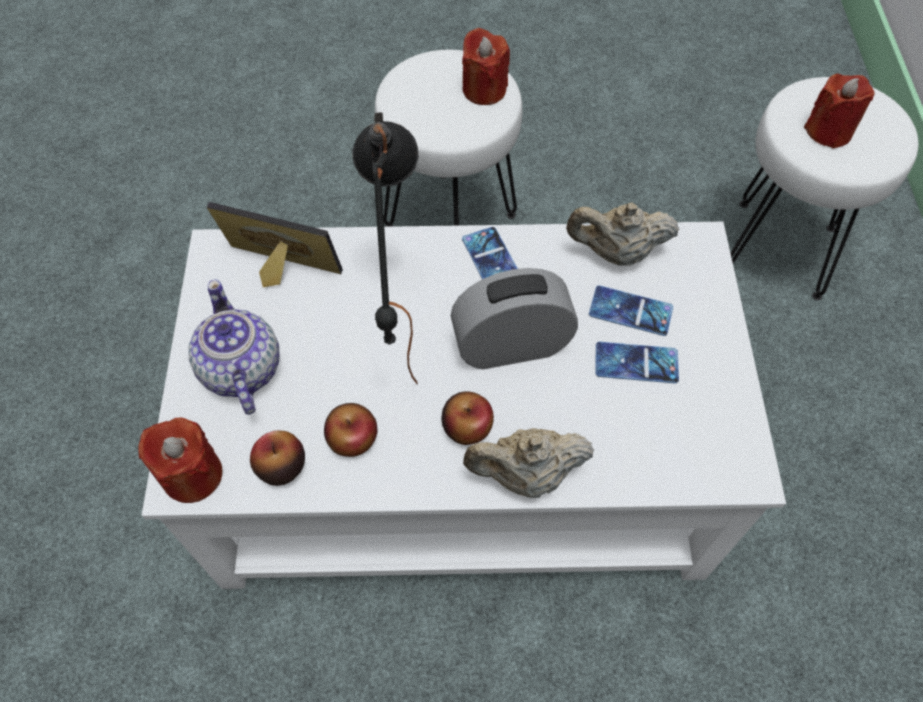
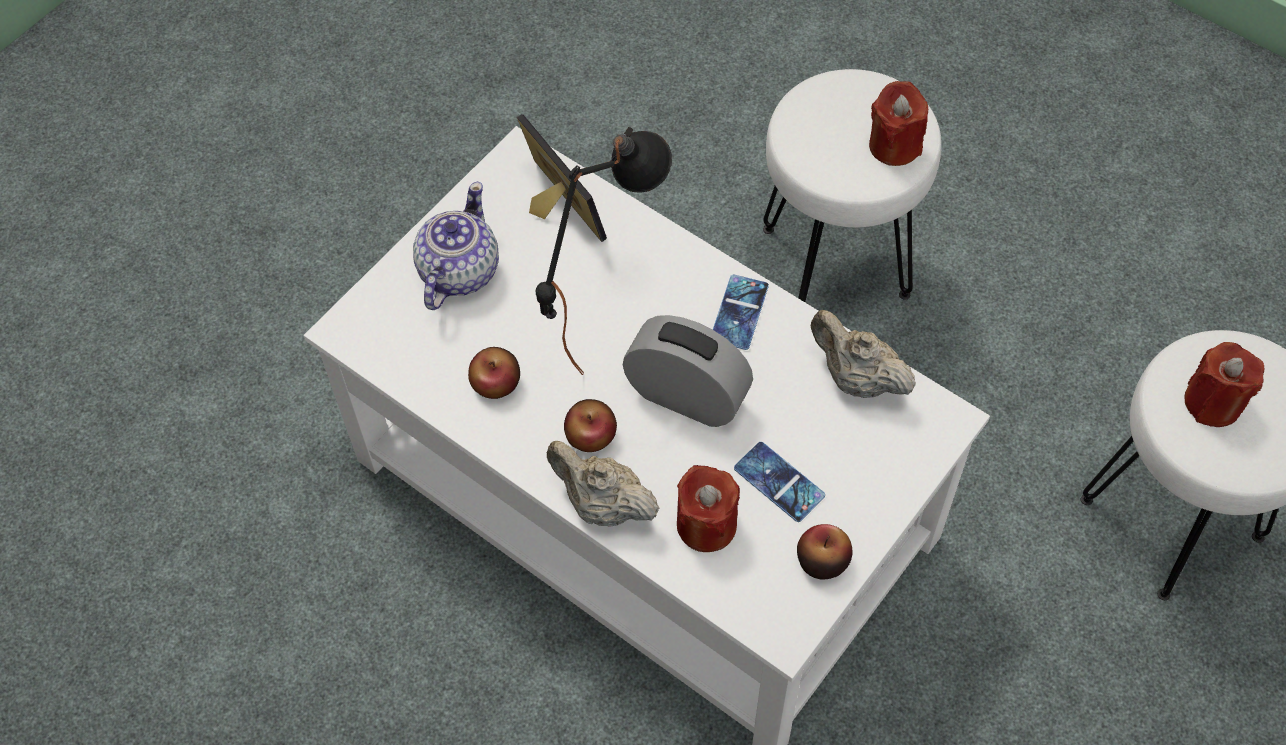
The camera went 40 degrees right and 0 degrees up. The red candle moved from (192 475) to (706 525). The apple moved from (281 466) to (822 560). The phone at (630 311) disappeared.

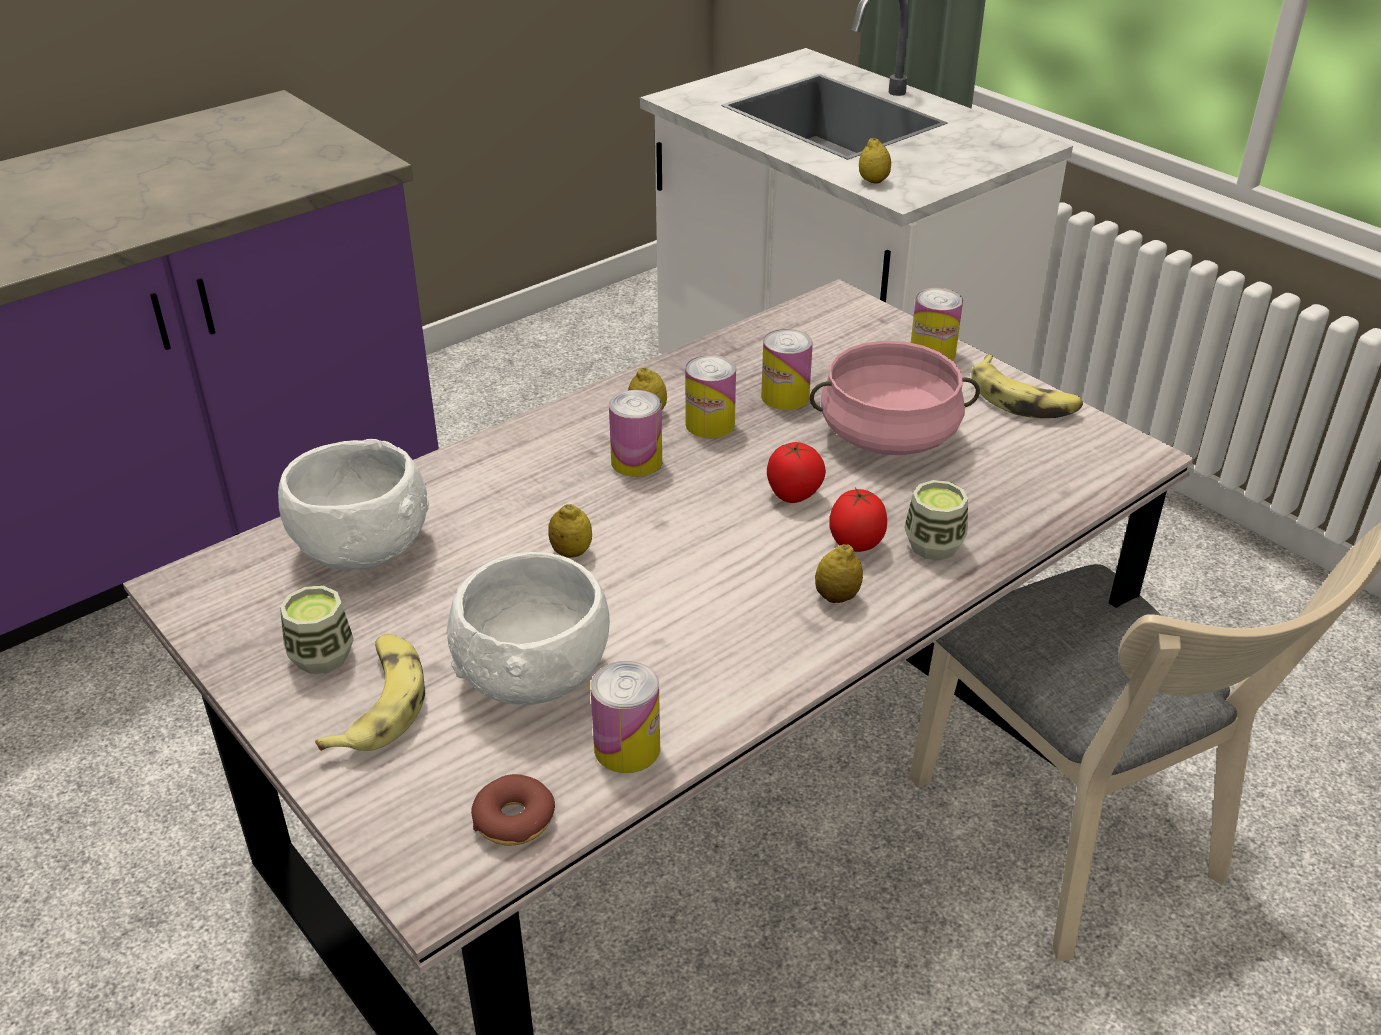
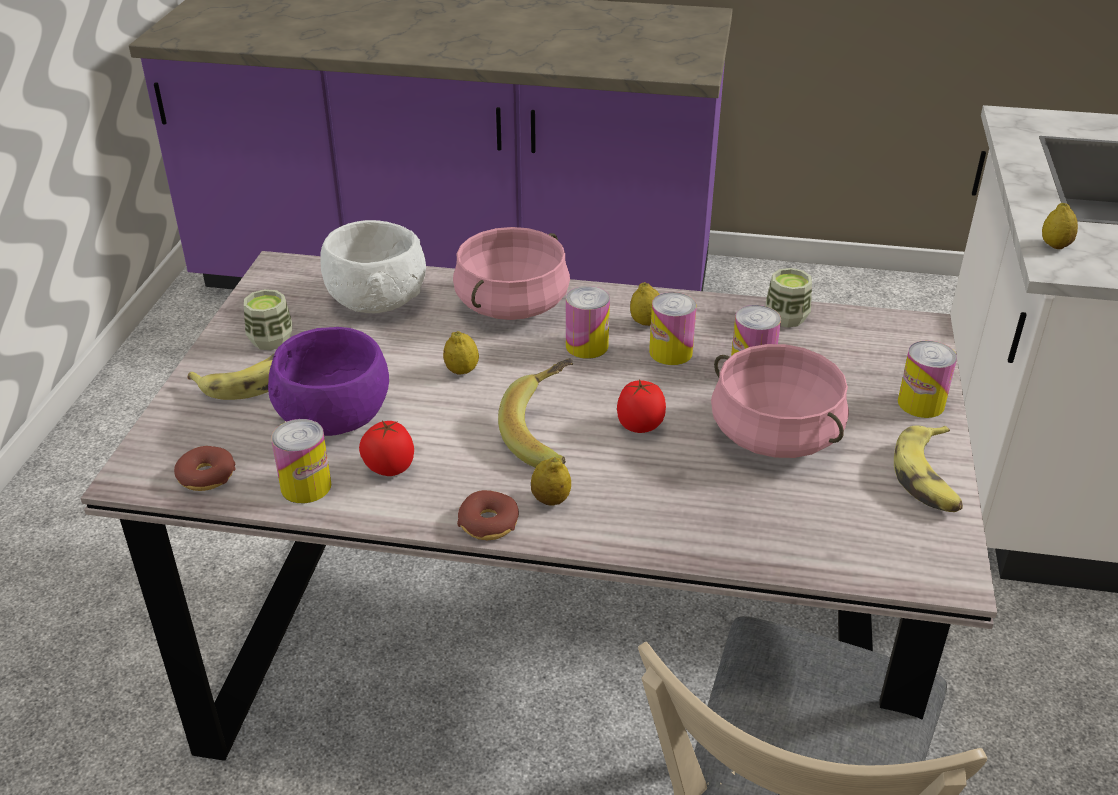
The camera went 50 degrees right and 0 degrees up. The white bowl at (535 674) became the purple bowl at (334 418). The tomato moved from (855 545) to (389 469). The pink cooking pot at (512 305) appeared. The donut at (489 523) appeared. The banana at (549 434) appeared. The cup moved from (933 545) to (786 317).

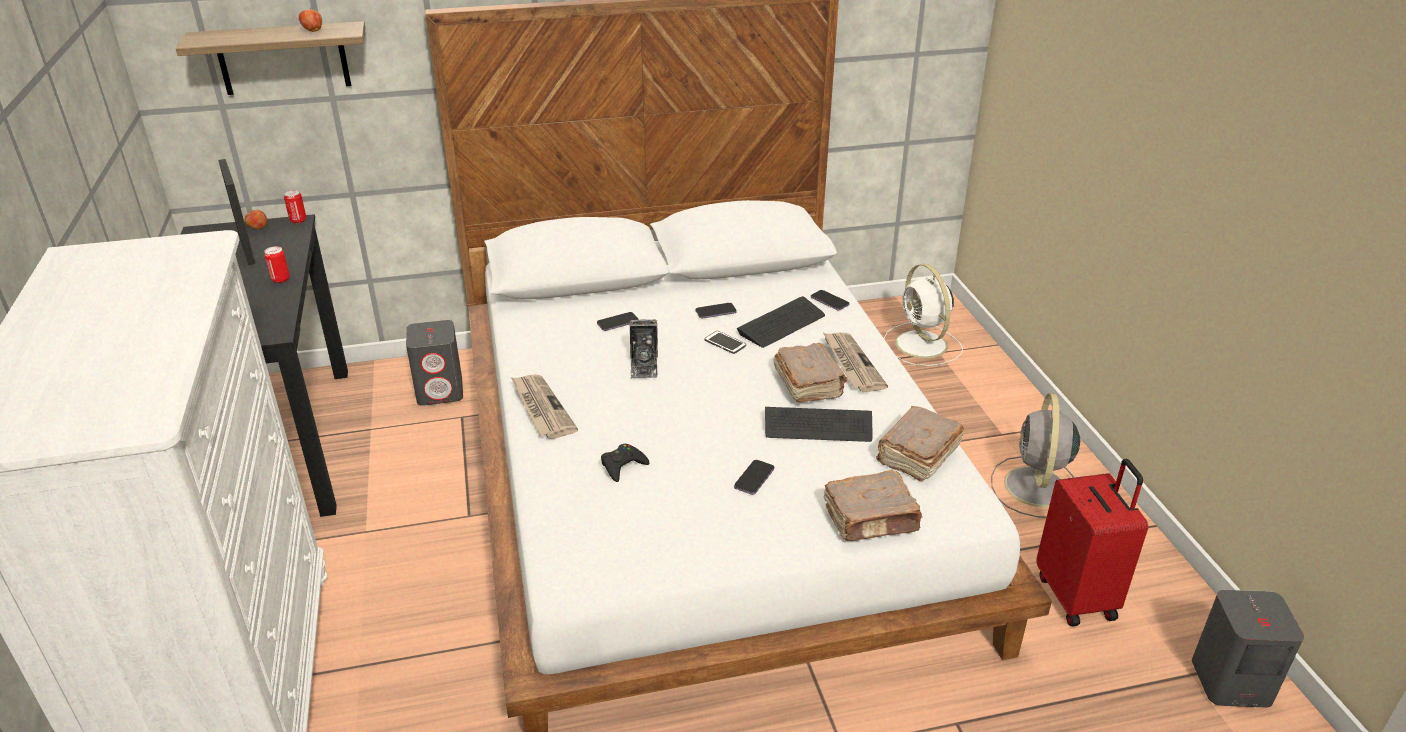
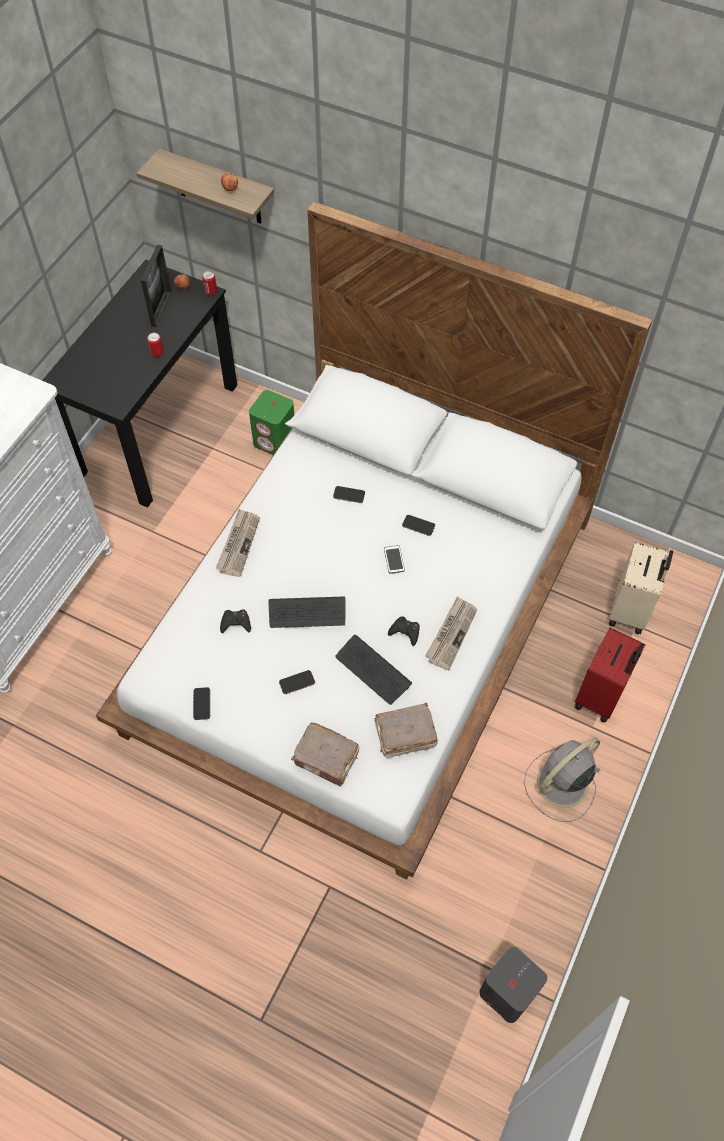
The camera went 40 degrees right and 25 degrees up. The phone moved from (829 301) to (202 704). The grey speaker at (440 391) became the green speaker at (275 440). The keyboard moved from (781 324) to (307 613). The brown book at (808 384) was replaced by the black game controller at (405 632). The red suitcase moved from (1077 596) to (601 696). The white fan at (922 346) was replaced by the beige suitcase at (631 610). The photo camera at (644 365) disappeared.

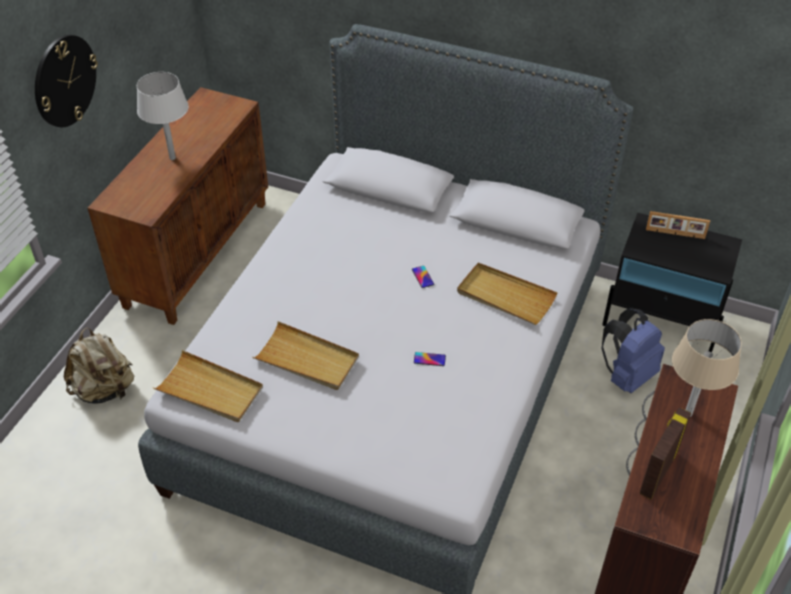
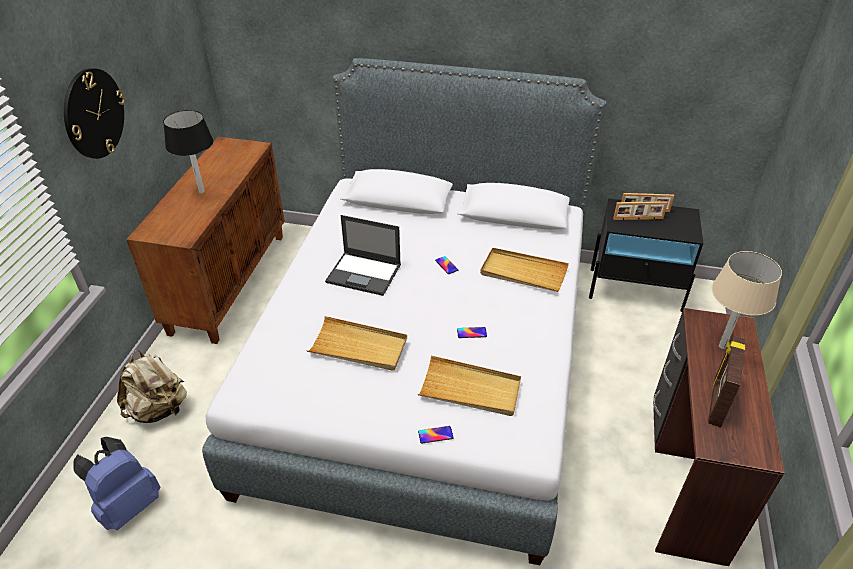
The camera went 10 degrees left and 5 degrees down. The blue backpack moved from (627 375) to (128 505). The white table lamp at (172 158) became the black table lamp at (202 192). The laptop at (364 274) appeared. The beige tray moved from (210 390) to (470 389). The phone at (435 435) appeared. The picture frame at (638 219) appeared.

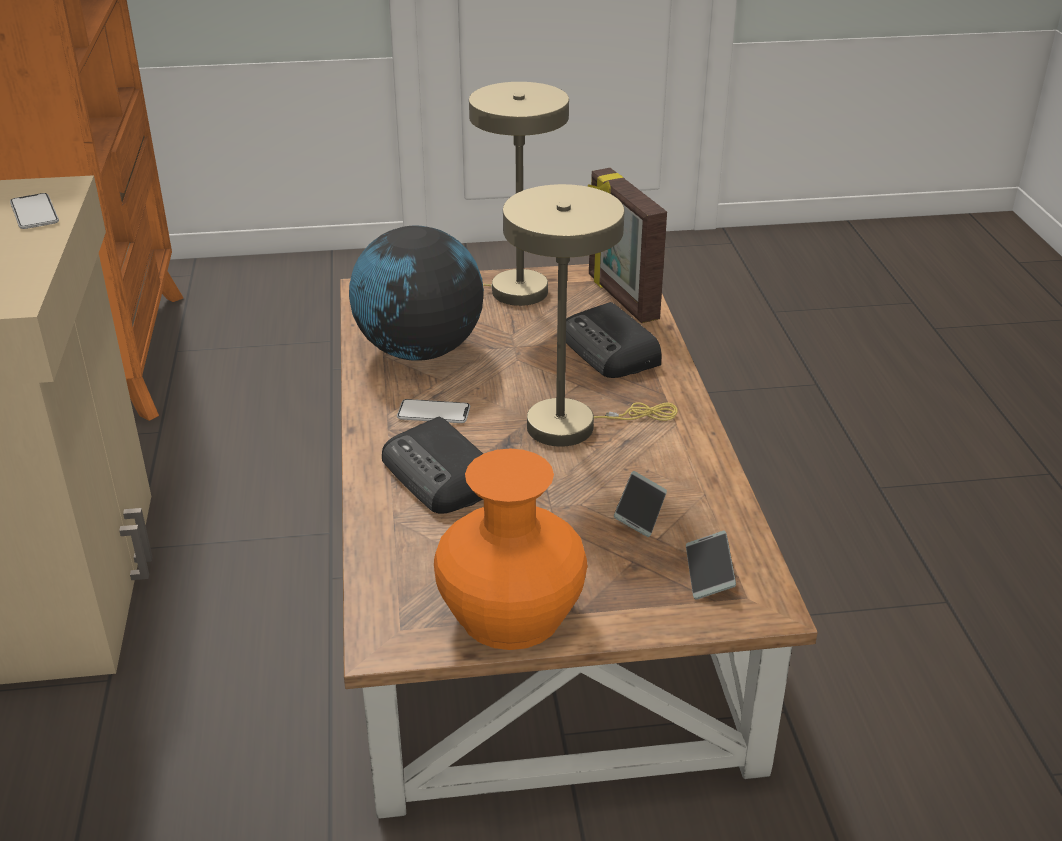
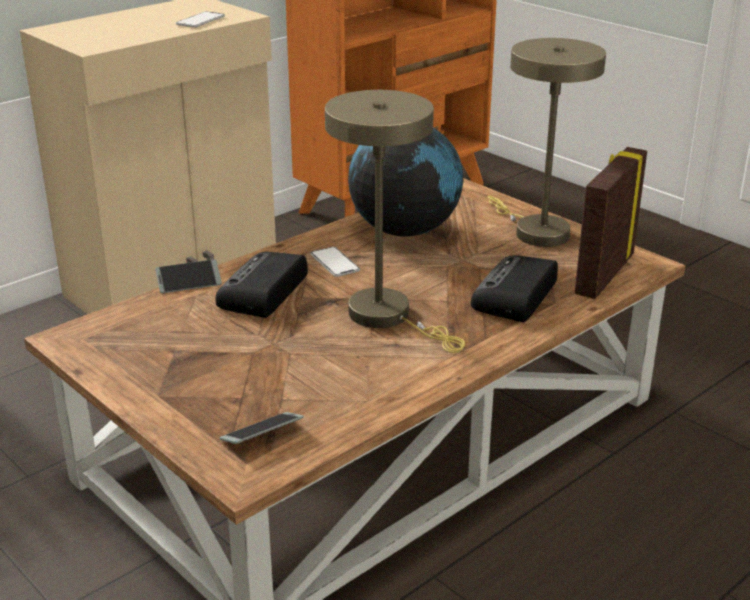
The camera went 55 degrees right and 5 degrees down. The phone moved from (640 510) to (189 282). The orange vase at (511 613) disappeared.

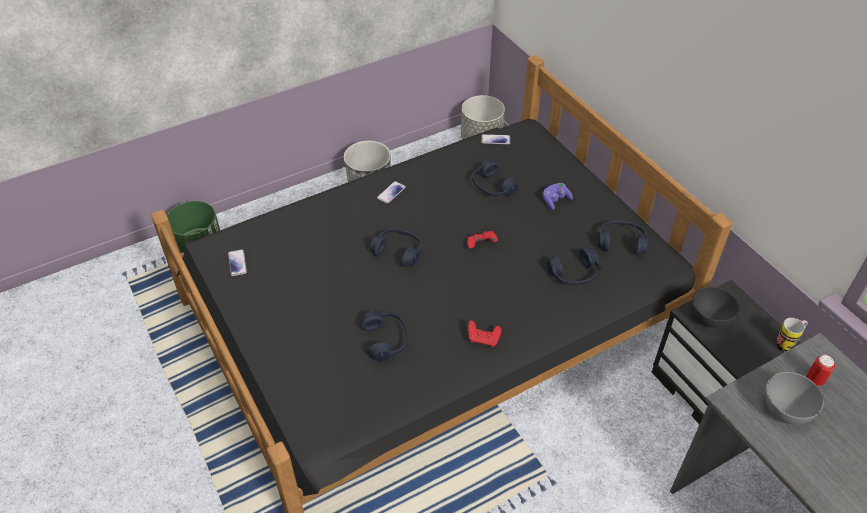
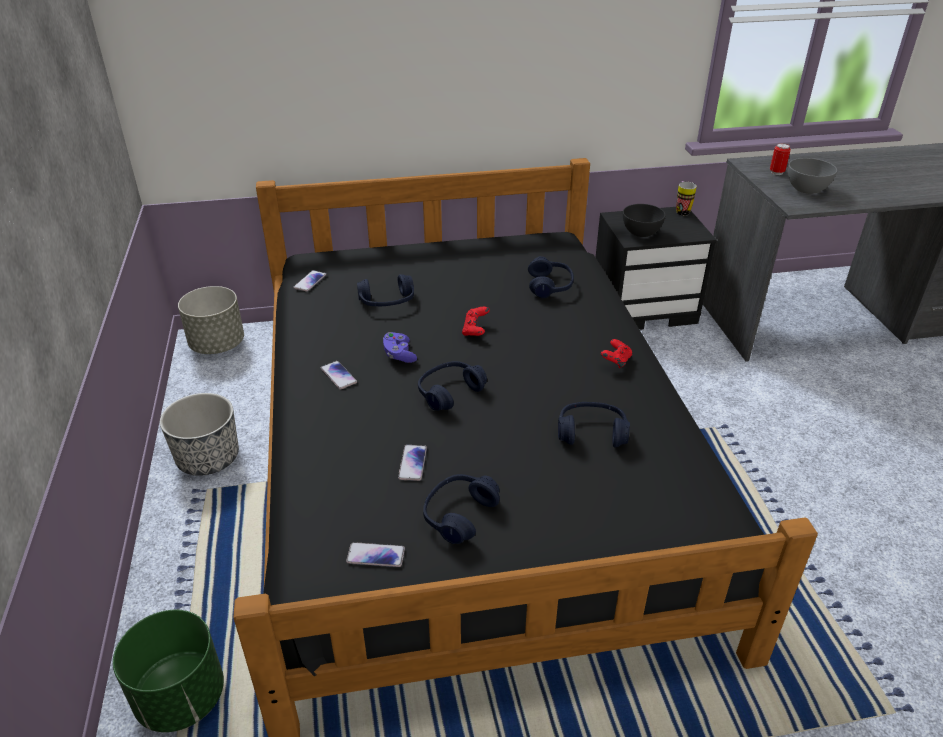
The camera went 70 degrees left and 10 degrees down. The purple game controller moved from (555 200) to (399 355). The phone at (412 463) appeared. The blue headphones moved from (621 243) to (459 514).

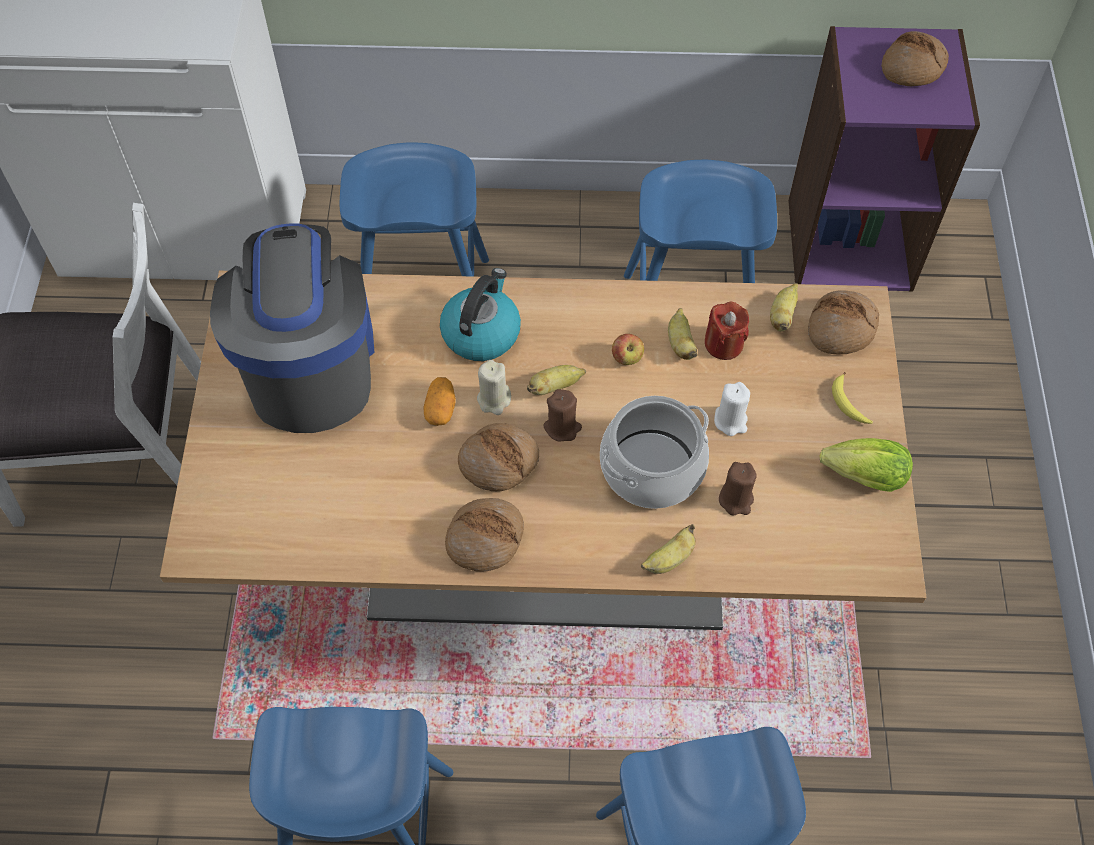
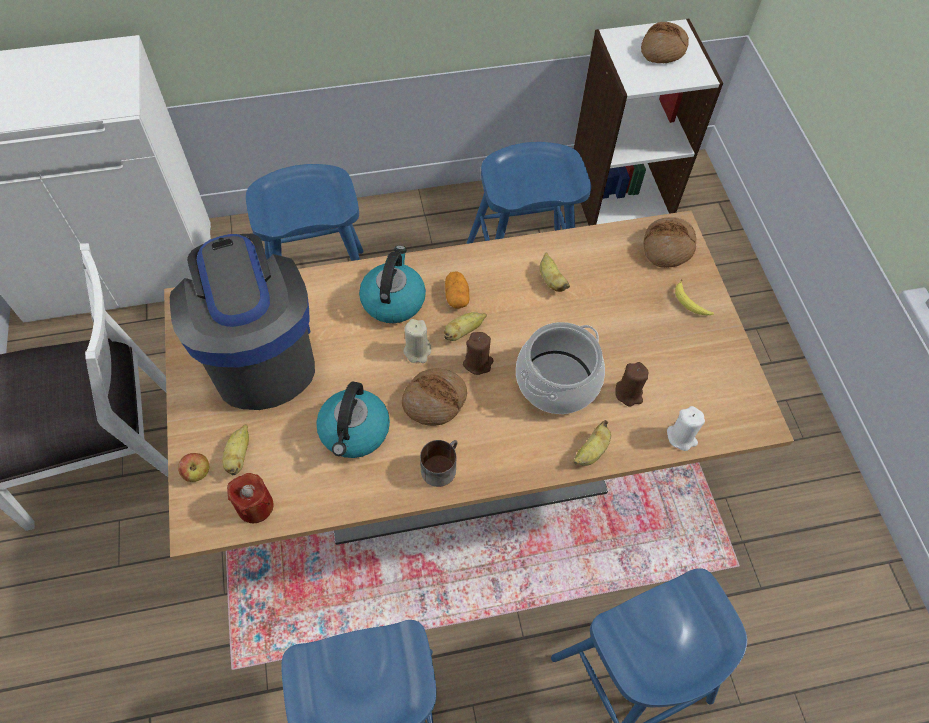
The camera went 15 degrees left and 0 degrees up. The apple moved from (627 358) to (197 472). The banana moved from (782 315) to (239 455). The red candle moved from (724 344) to (255 506). The kettle at (354 432) appeared. The bread at (485 538) was replaced by the mug at (440 465). The potato moved from (440 409) to (456 296). The purple bookcase at (849 243) became the white bookcase at (620 194). The white candle moved from (731 421) to (681 437). The lettuce at (859 476) disappeared.

